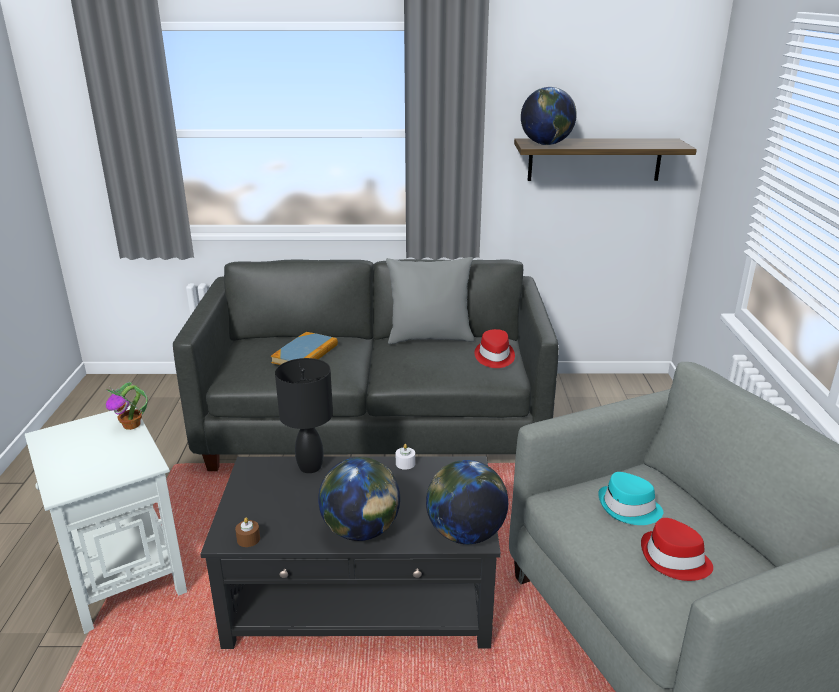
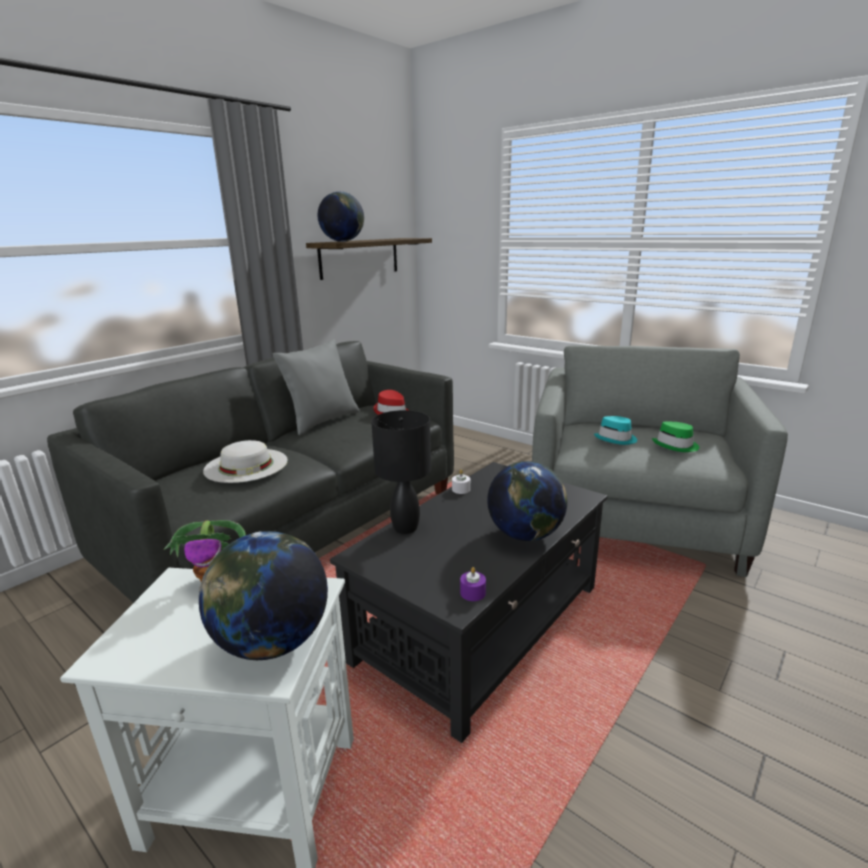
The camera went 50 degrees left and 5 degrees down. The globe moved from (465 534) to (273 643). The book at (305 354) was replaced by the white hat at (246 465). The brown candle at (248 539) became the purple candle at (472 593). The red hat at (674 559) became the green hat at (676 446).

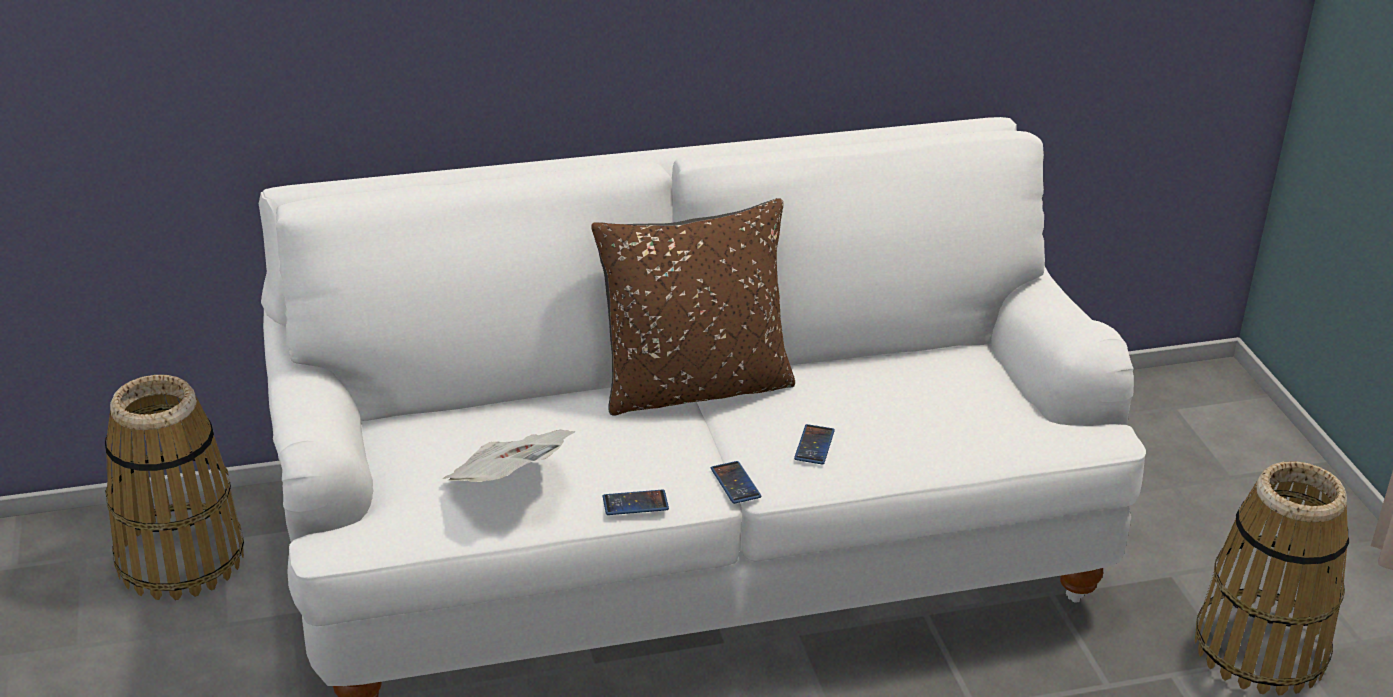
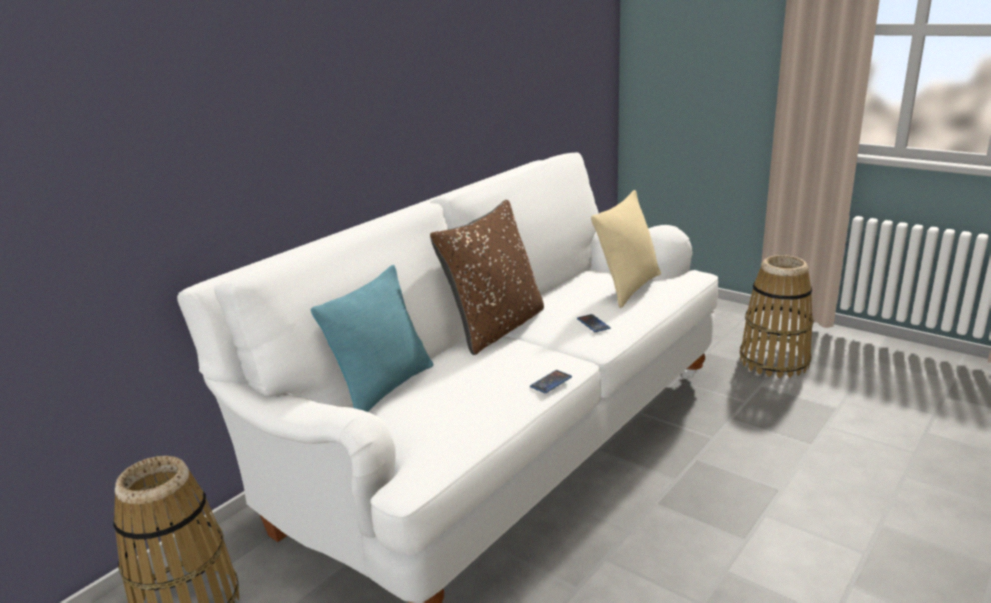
The camera went 35 degrees left and 10 degrees down. The turquoise pillow at (384 388) appeared. The beige pillow at (628 288) appeared. The newspaper at (509 483) disappeared. The phone at (735 483) disappeared.

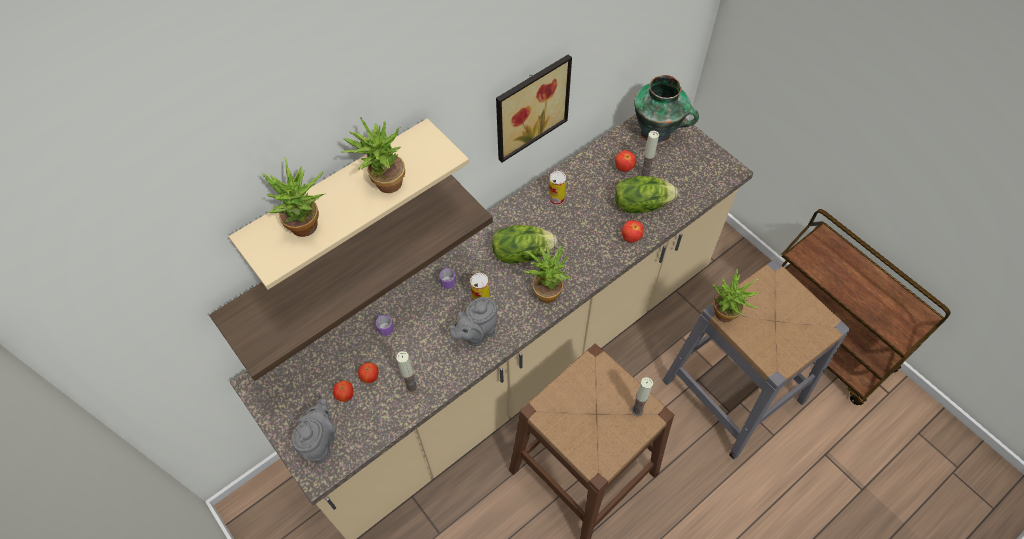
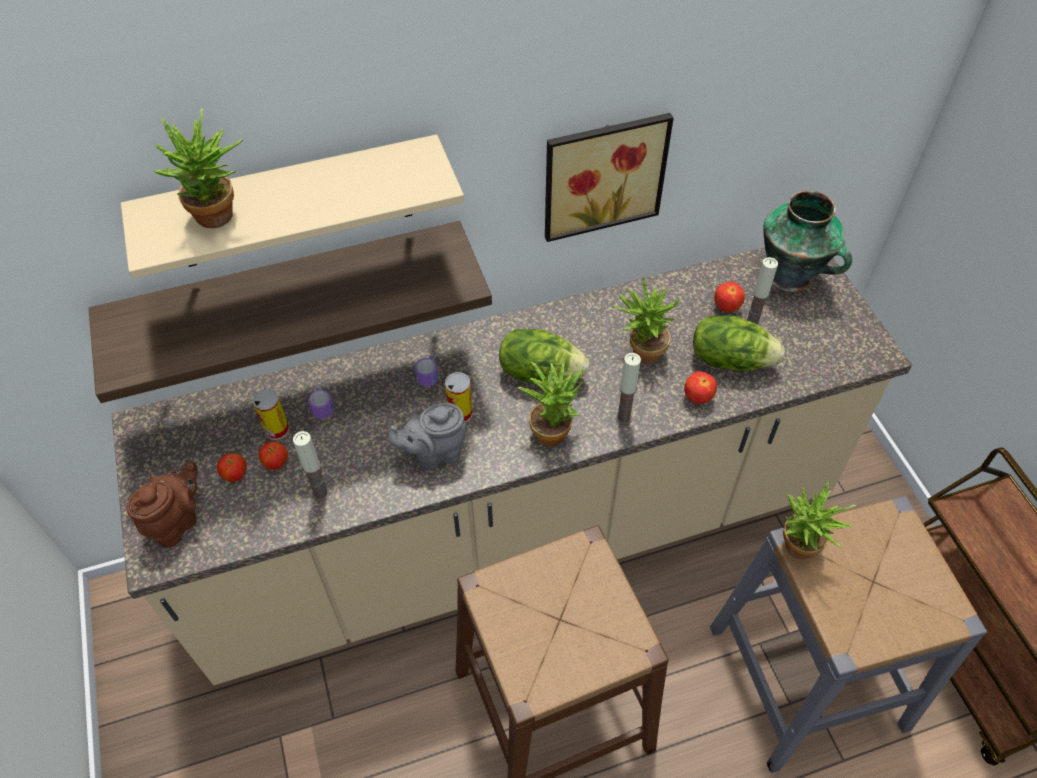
The camera went 20 degrees right and 5 degrees down. The grey teapot at (320 442) became the brown teapot at (177 521). The can moved from (556 199) to (277 429). The potted plant moved from (384 184) to (641 352). The candle moved from (637 410) to (623 418).

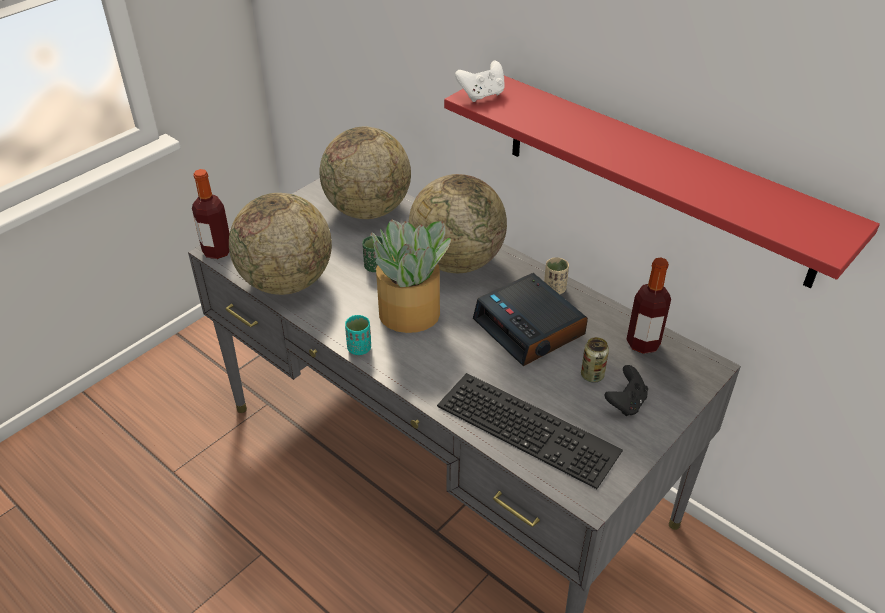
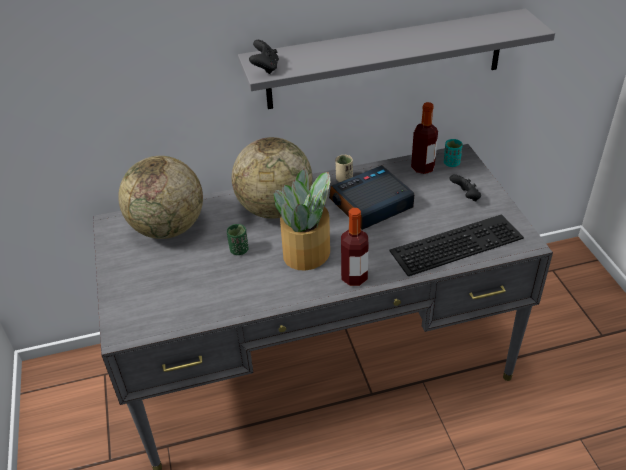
The camera went 55 degrees left and 0 degrees up. The red shelf at (655 177) became the grey shelf at (386 59). The white game controller at (482 95) became the black game controller at (265 68). The alarm clock at (530 328) turned 150 degrees clockwise. The bottle moved from (217 251) to (354 277). The turquoise cup moved from (359 348) to (451 163). The globe at (287 282) disappeared. The can at (592 375) disappeared.

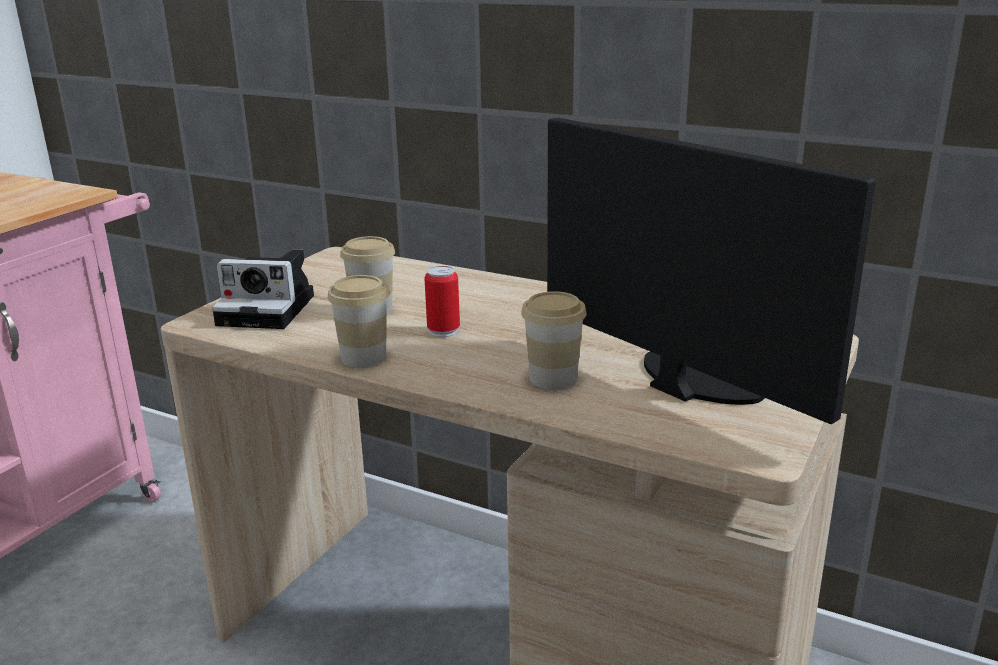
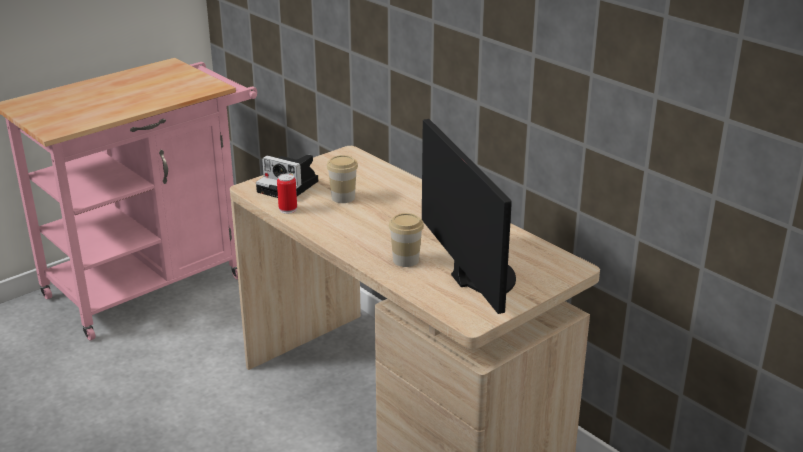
The camera went 20 degrees right and 5 degrees up. The can moved from (443 330) to (288 209). The cup at (363 357) disappeared.

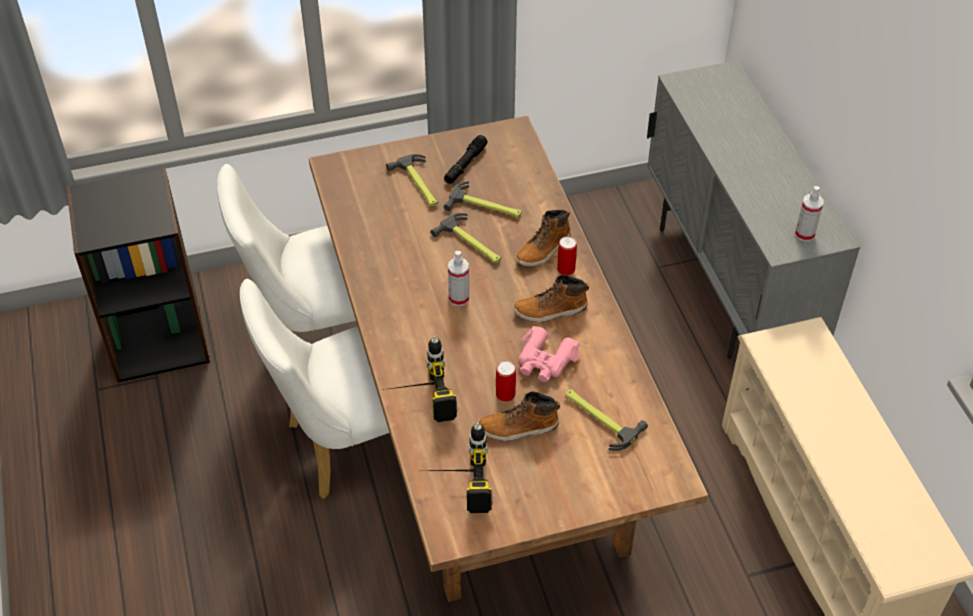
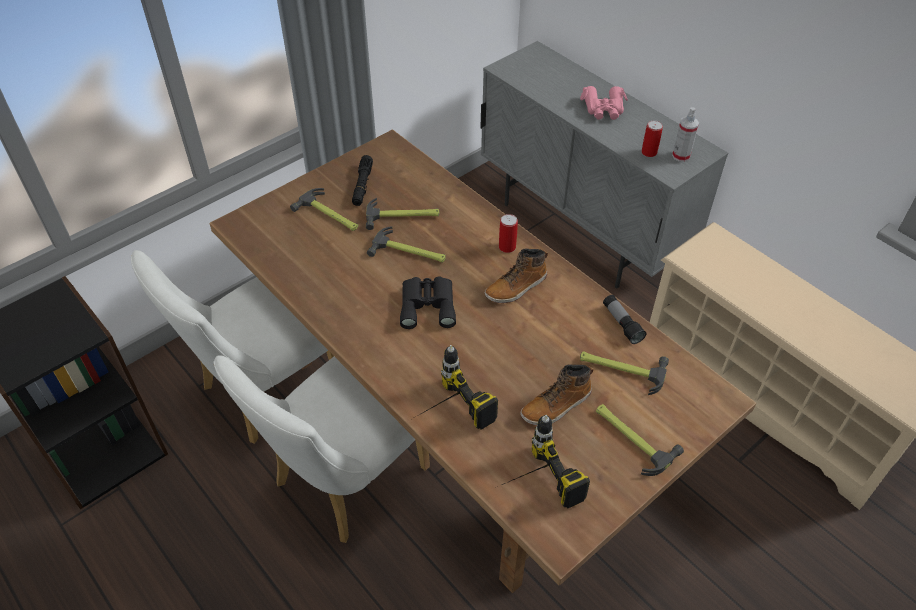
The camera went 25 degrees left and 0 degrees up. The spray bottle at (459 298) was replaced by the black binoculars at (428 304). The pink binoculars moved from (545 361) to (603 108). The hammer at (631 438) appeared. The flashlight at (622 324) appeared. The can moved from (505 394) to (649 152). The boot at (544 249) disappeared.

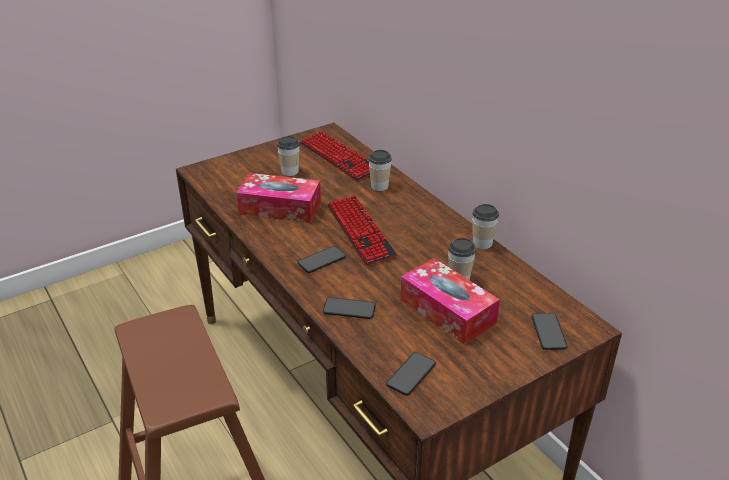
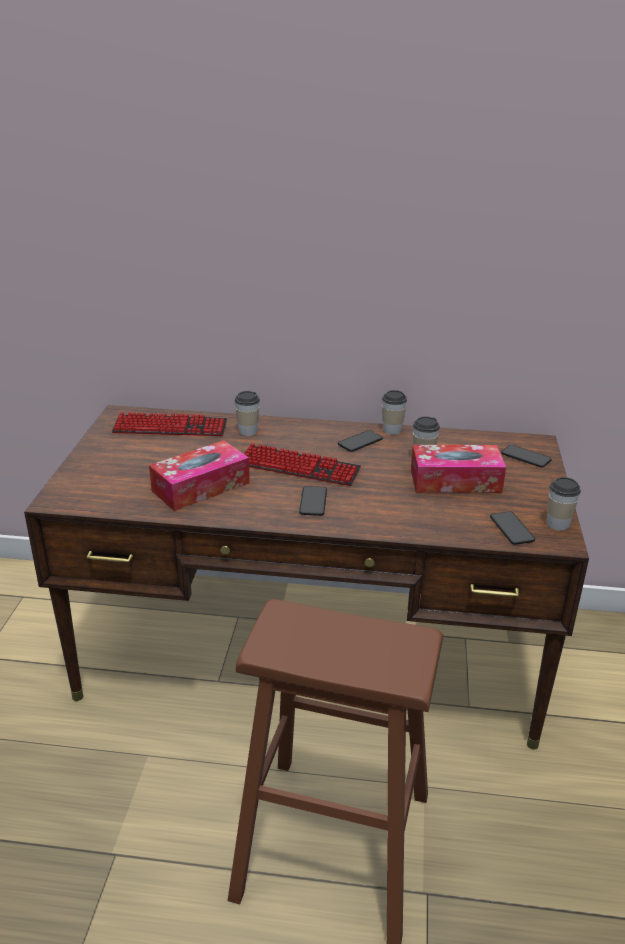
The camera went 50 degrees left and 5 degrees down. The phone moved from (349 309) to (360 442). The cup moved from (290 171) to (558 524).

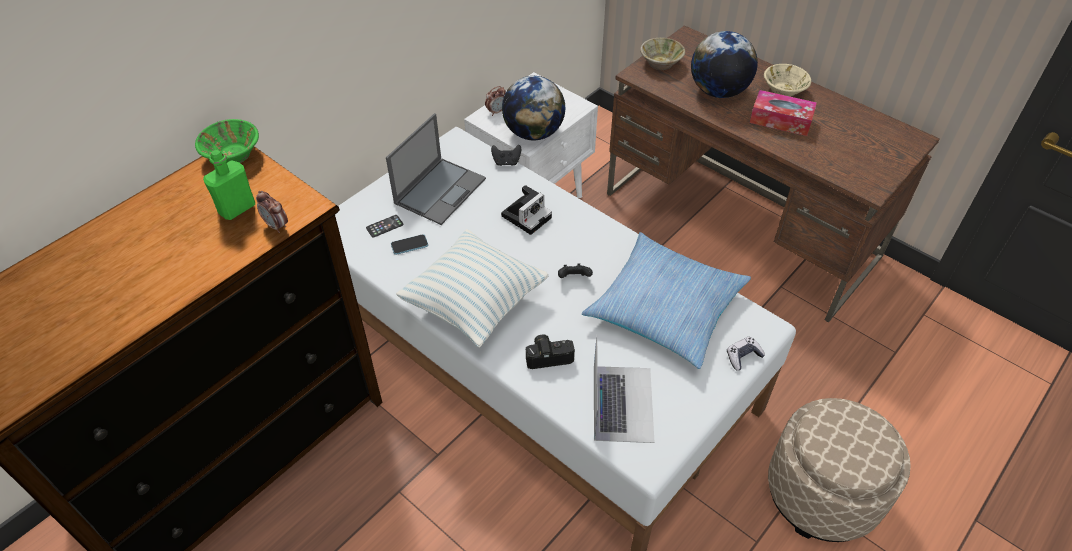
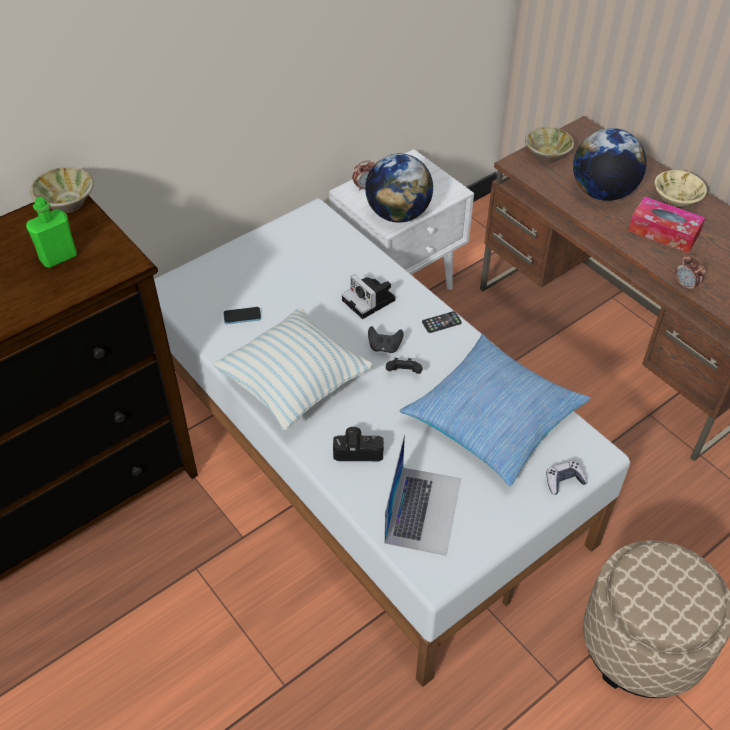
The camera went 10 degrees right and 0 degrees up. The green bowl at (232 154) became the beige bowl at (66 202). The photo camera at (527 215) turned 90 degrees clockwise. The black game controller moved from (506 162) to (384 347). The phone moved from (384 226) to (441 322). The alarm clock moved from (277 226) to (686 285). The laptop at (440 190) disappeared.

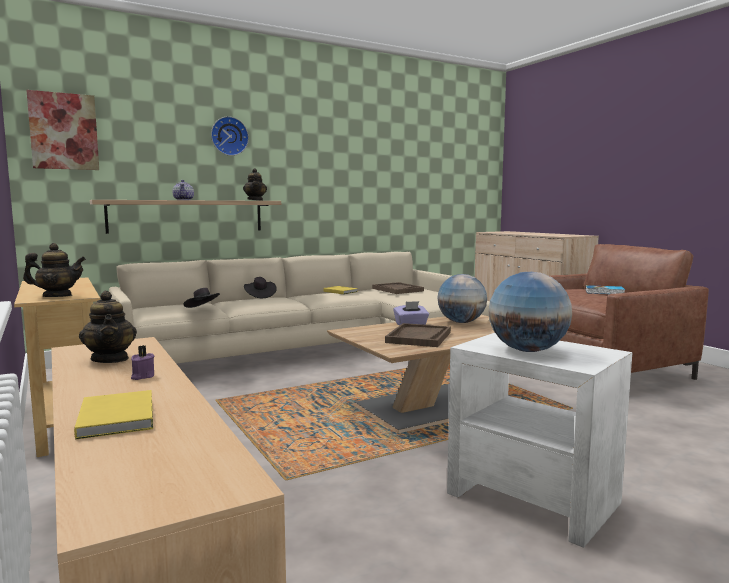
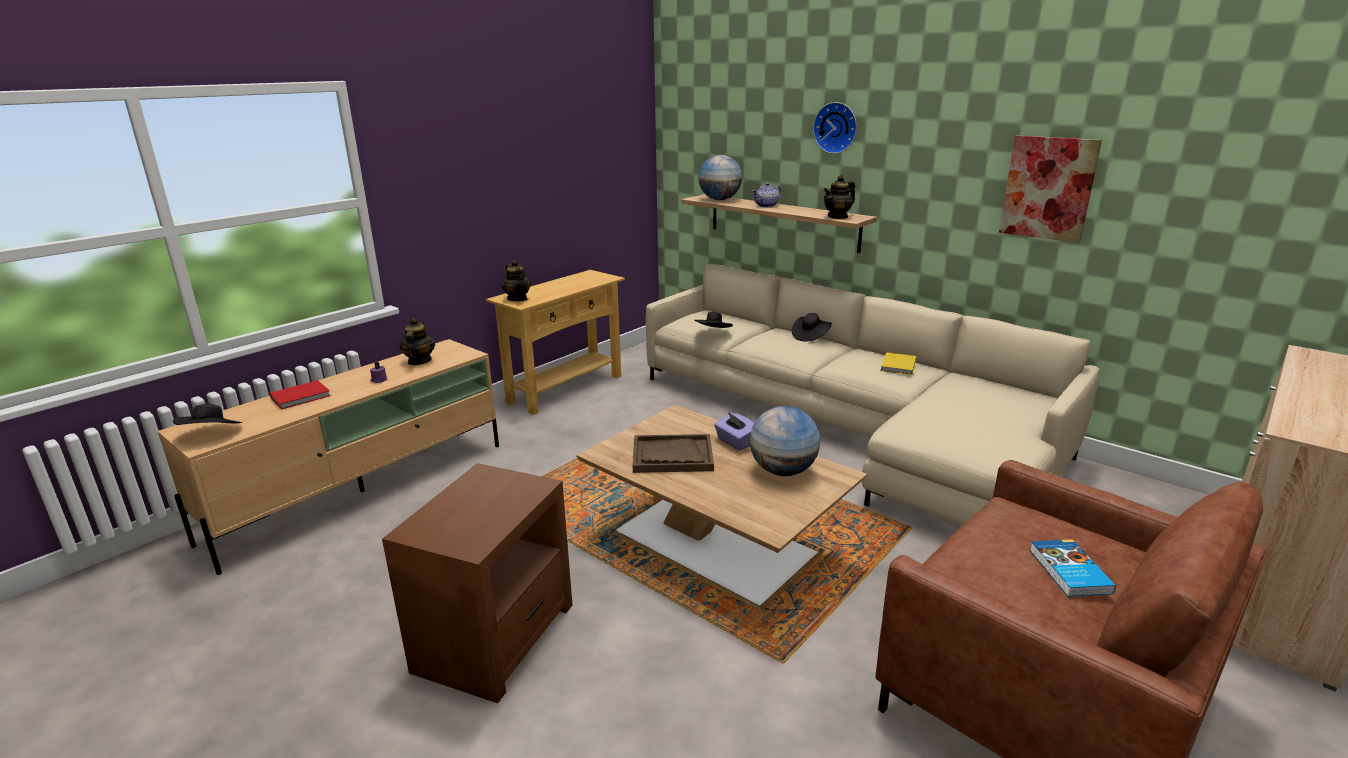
The camera went 70 degrees right and 15 degrees up. The black hat at (212 434) appeared. The yellow book at (118 416) became the red book at (302 397). The white side table at (532 497) became the brown side table at (497 636). The teapot at (110 359) turned 135 degrees clockwise. The globe moved from (527 350) to (720 199). The picture moved from (64 131) to (1048 188). The brown tray at (397 290) disappeared.

